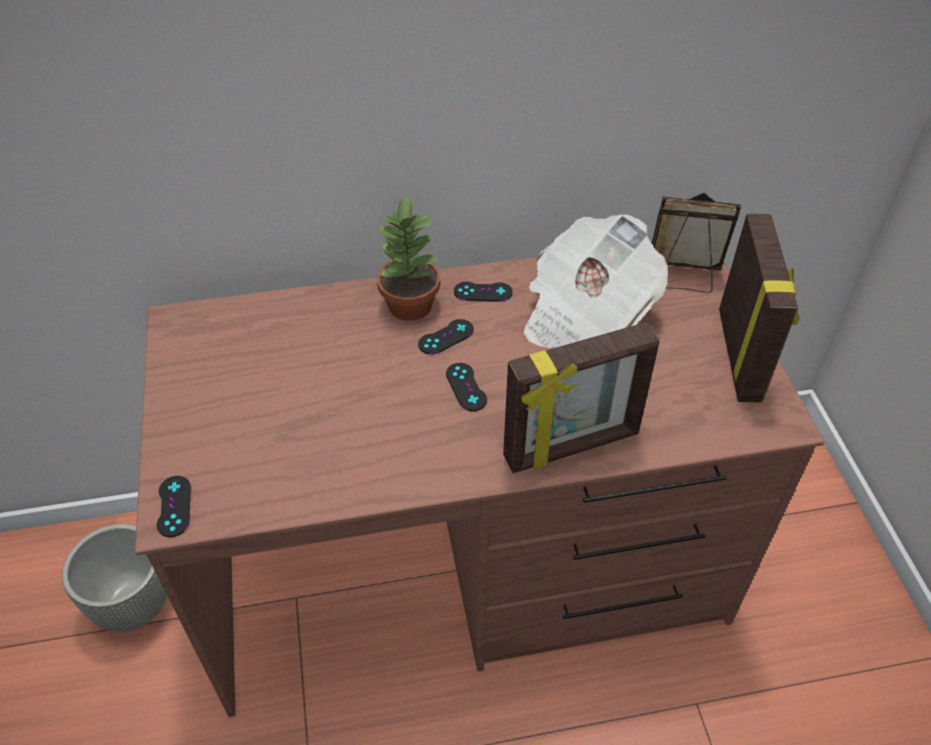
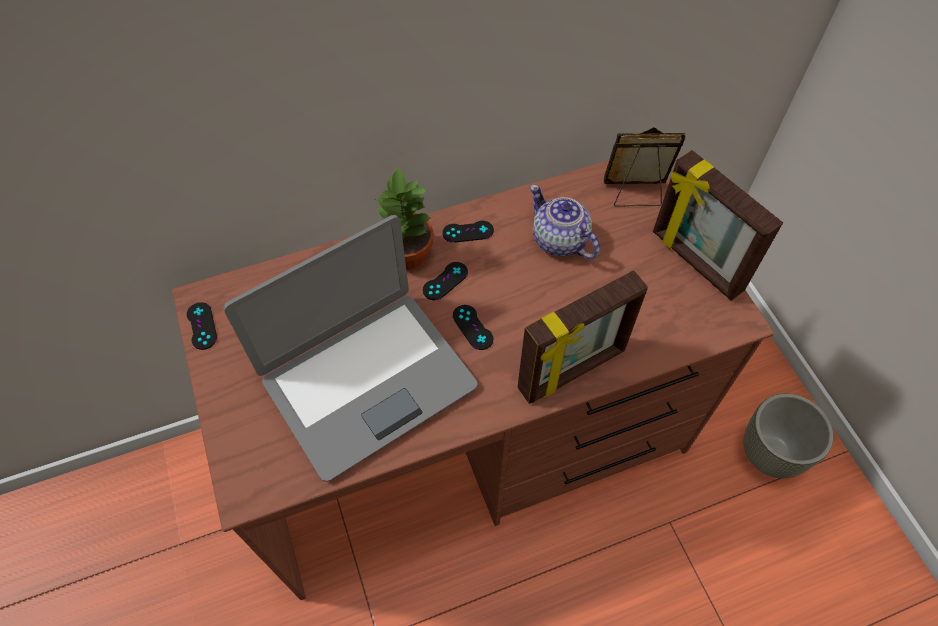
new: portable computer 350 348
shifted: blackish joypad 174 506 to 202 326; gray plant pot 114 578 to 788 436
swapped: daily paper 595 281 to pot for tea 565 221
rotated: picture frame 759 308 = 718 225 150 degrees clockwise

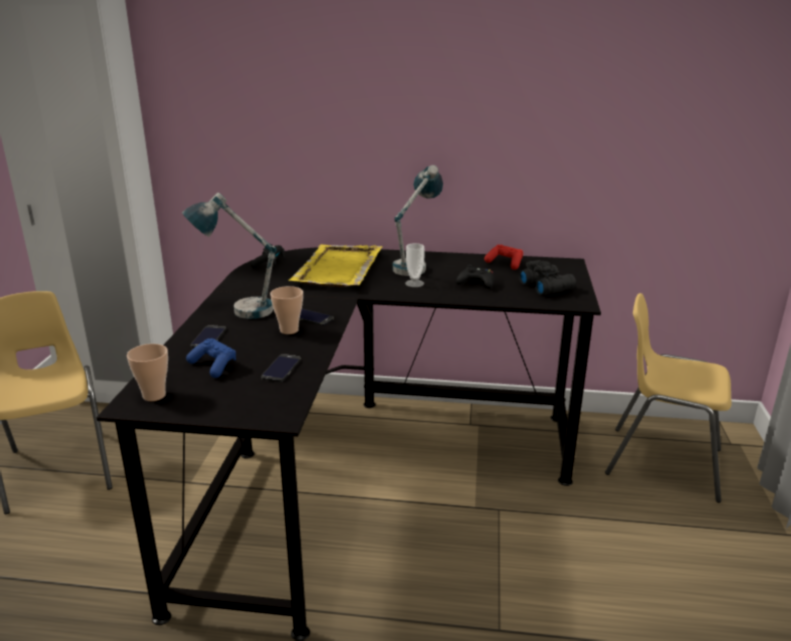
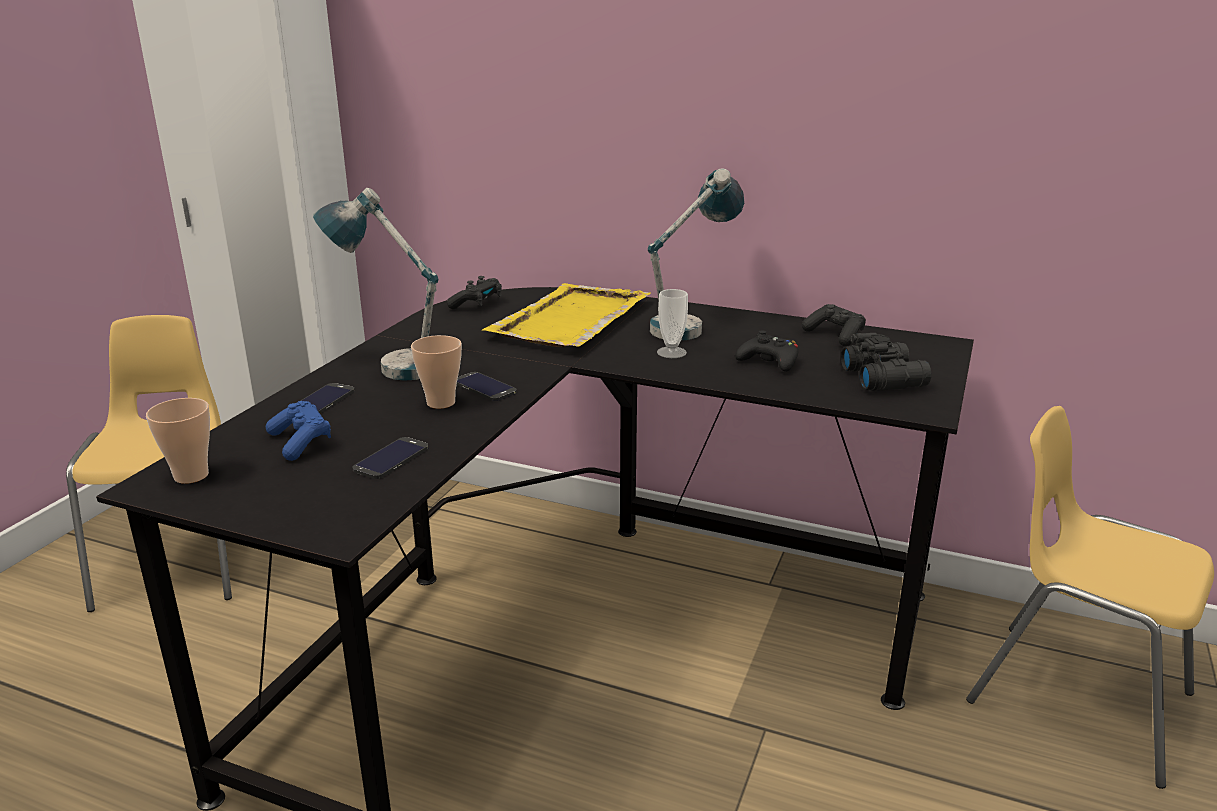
repainted: red-coloured joypad 503 257 to blackish joypad 834 325

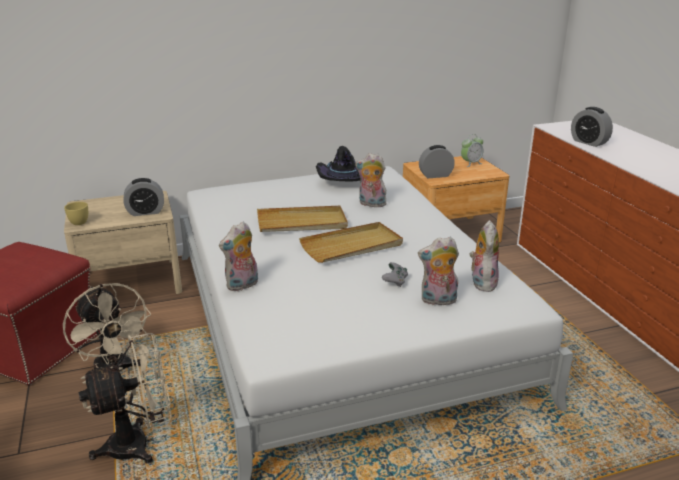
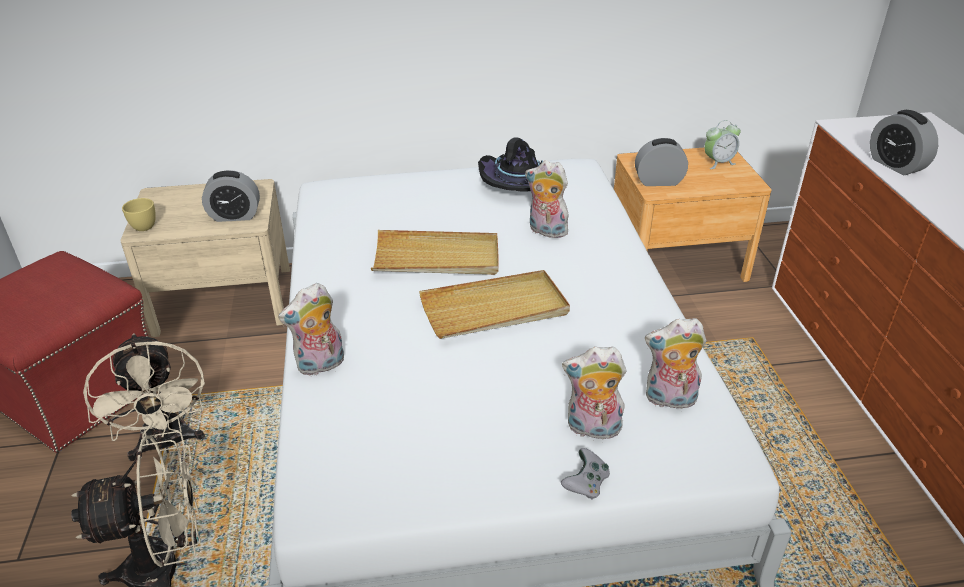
shifted: gray joypad 395 274 to 585 474
rotated: cuddly toy 484 256 = 675 363 105 degrees counterclockwise

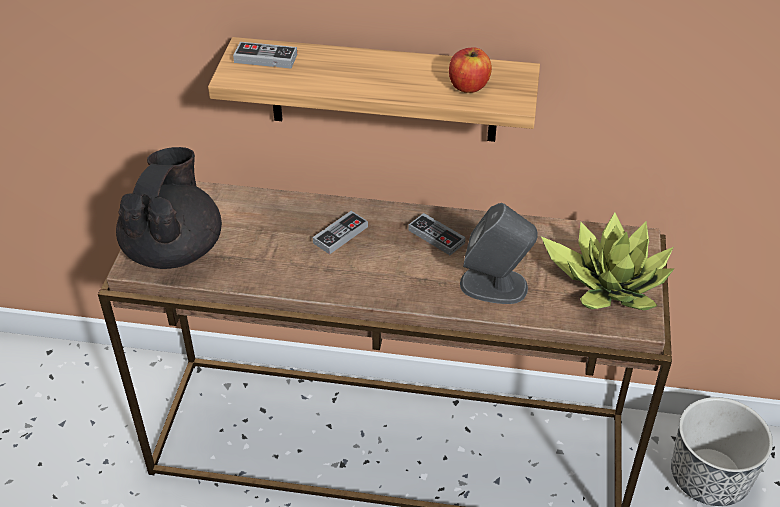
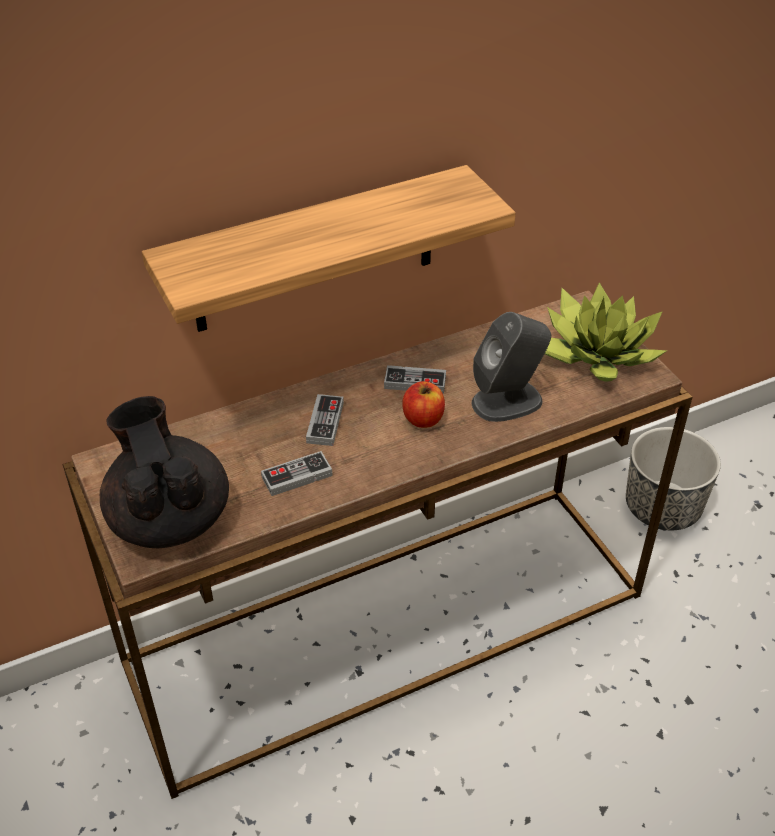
shifted: joypad 265 55 to 297 473; whole apple 470 70 to 423 404

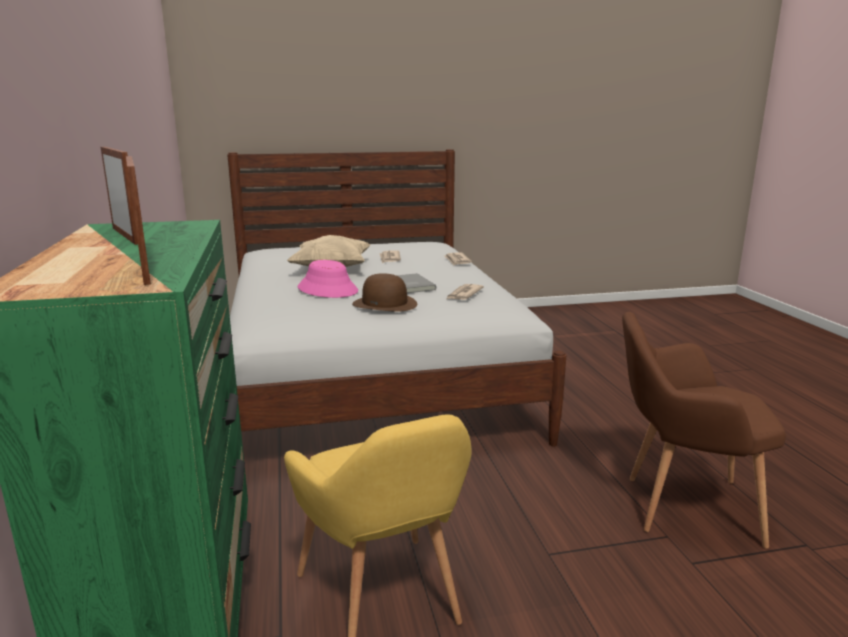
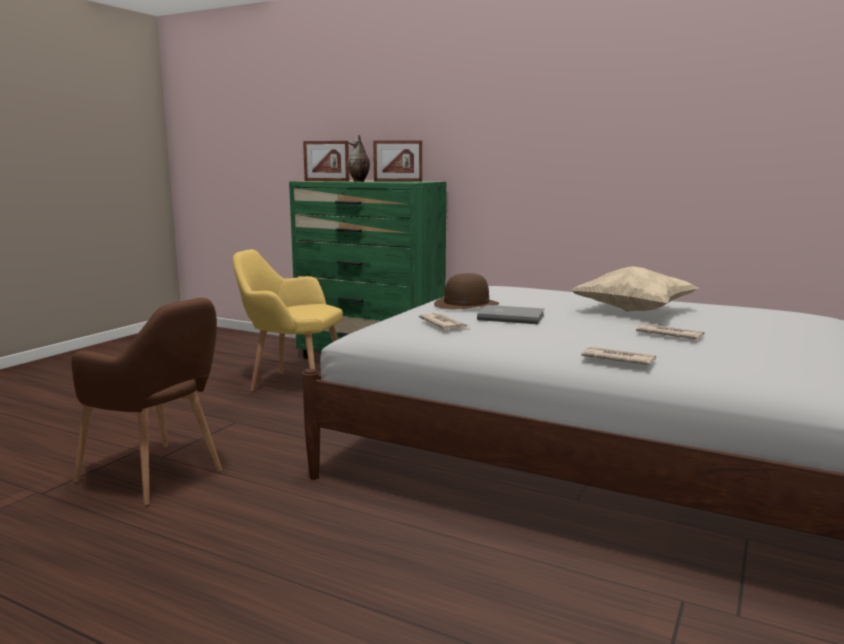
gone: pinkish hat 328 279
new: flower vase 359 158
rotated: brownish armchair 704 430 = 146 402 75 degrees clockwise

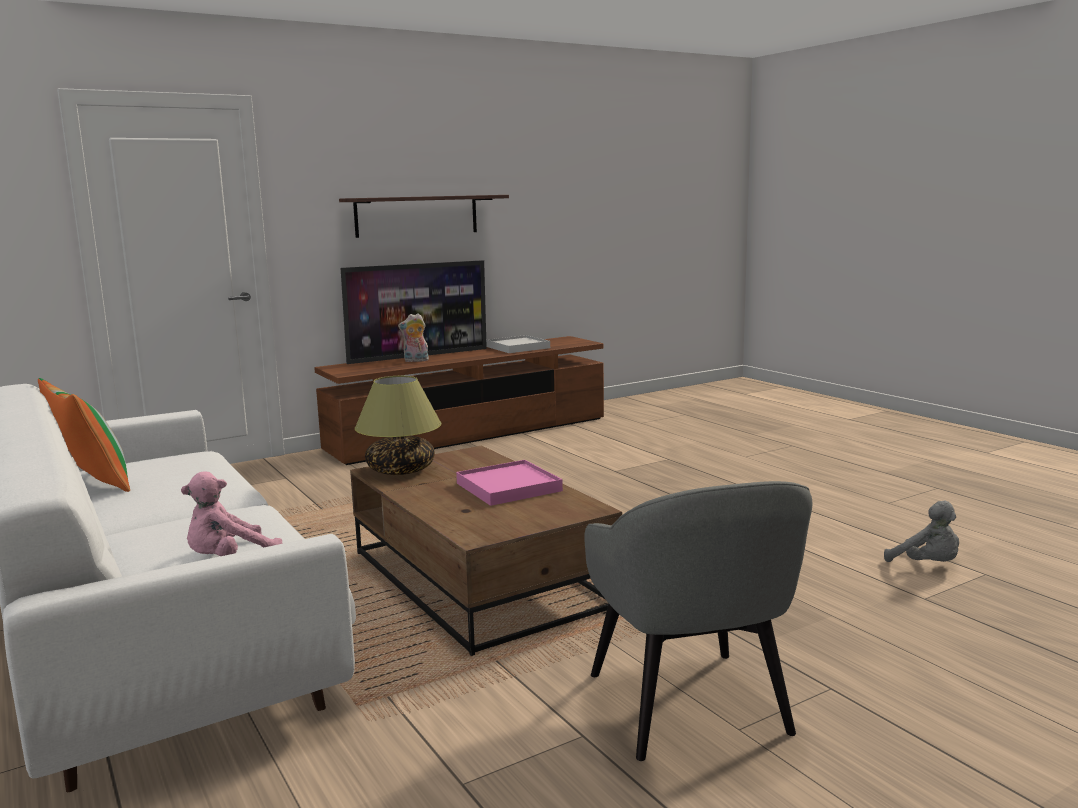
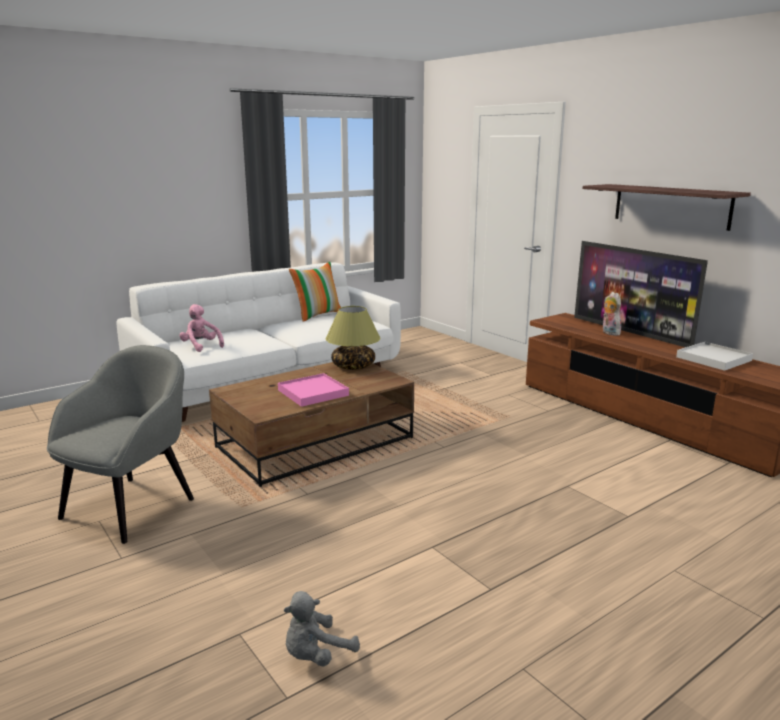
rotated: gray armchair 698 621 = 120 444 135 degrees clockwise

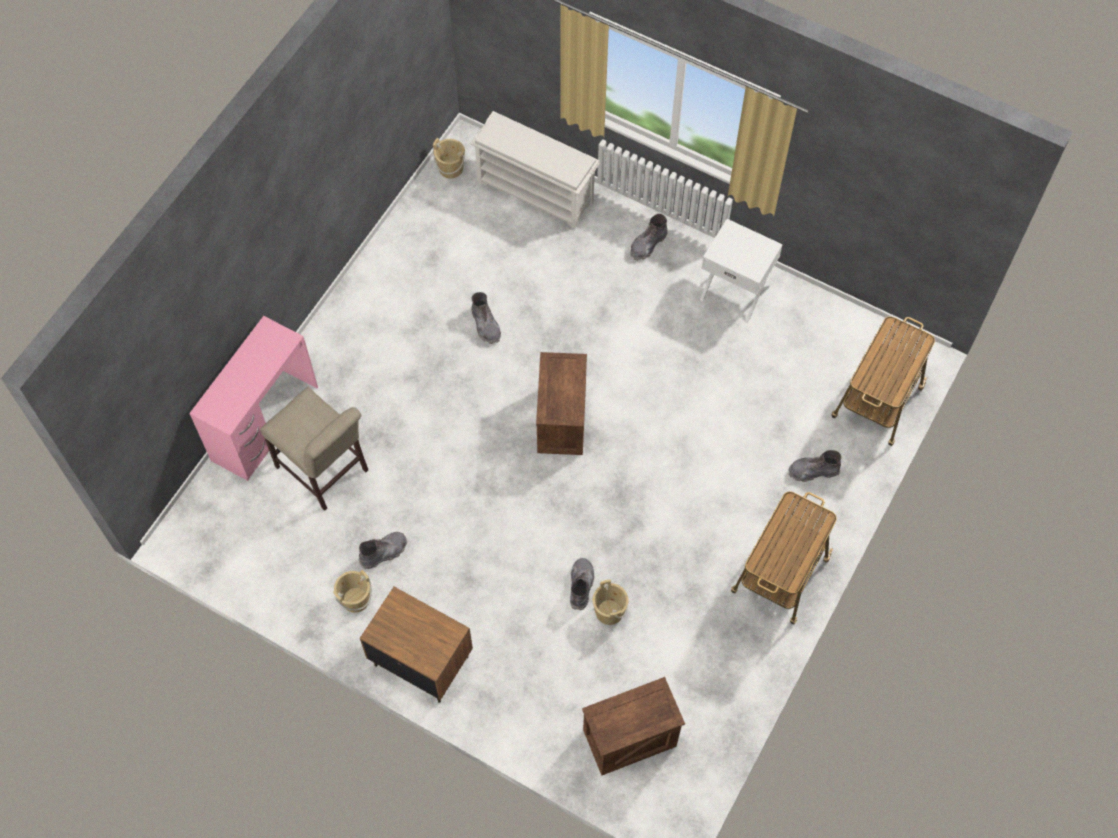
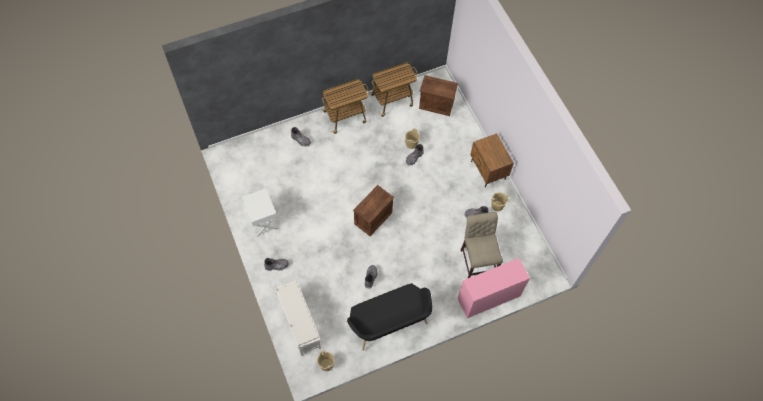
new: blackish indoor bench 389 316
shifted: cart 883 381 to 393 90

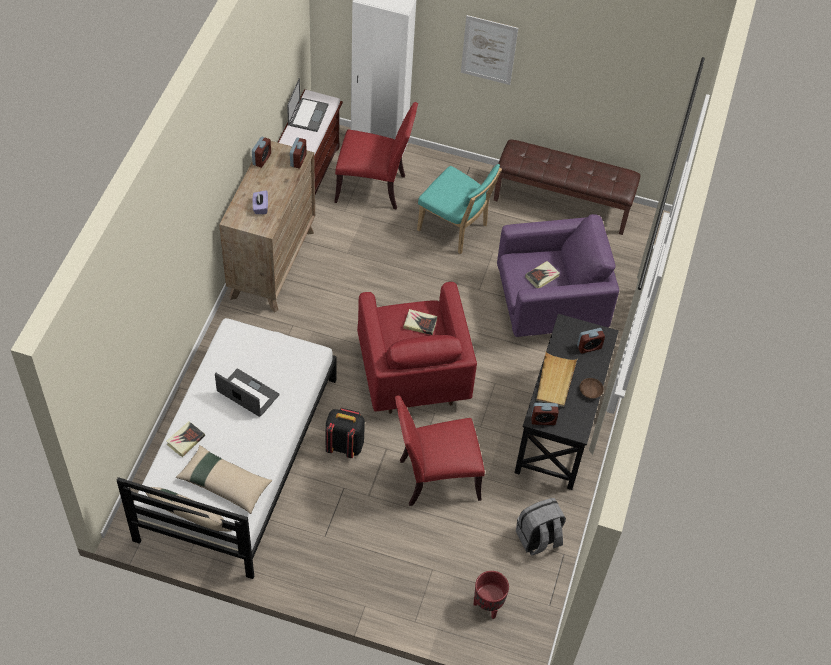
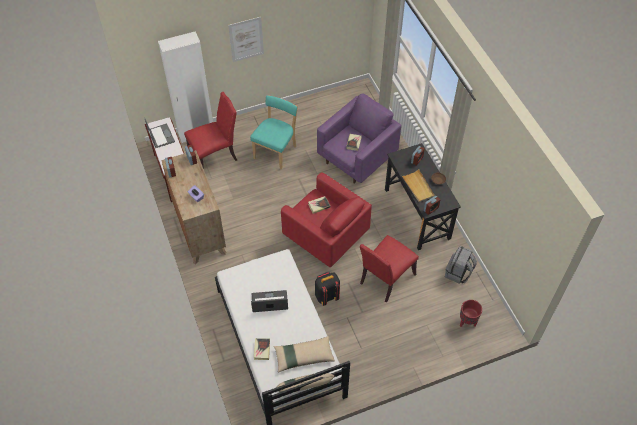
gone: brownish indoor bench 567 187
rotated: turquoise plain chair 459 209 = 274 132 60 degrees counterclockwise

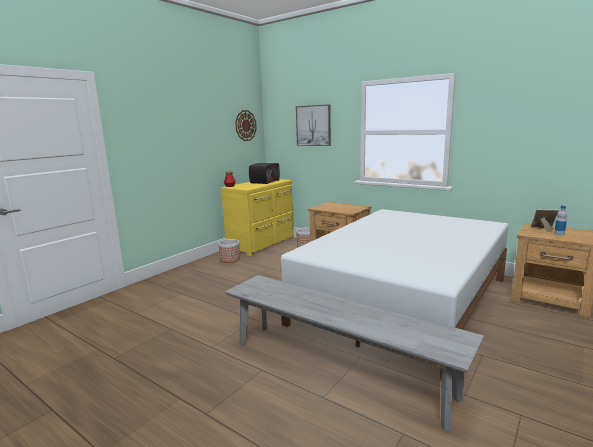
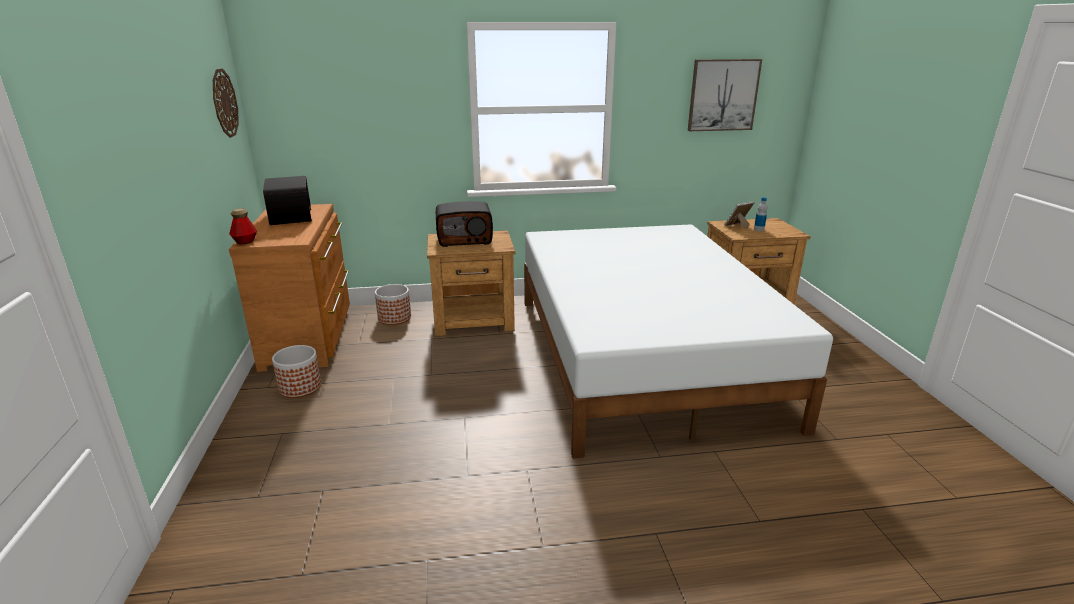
gone: gray indoor bench 354 353
new: radio set 464 224
shifted: wall picture 313 125 to 725 95
repainted: yellow drawer chest 257 217 to brownish drawer chest 289 288

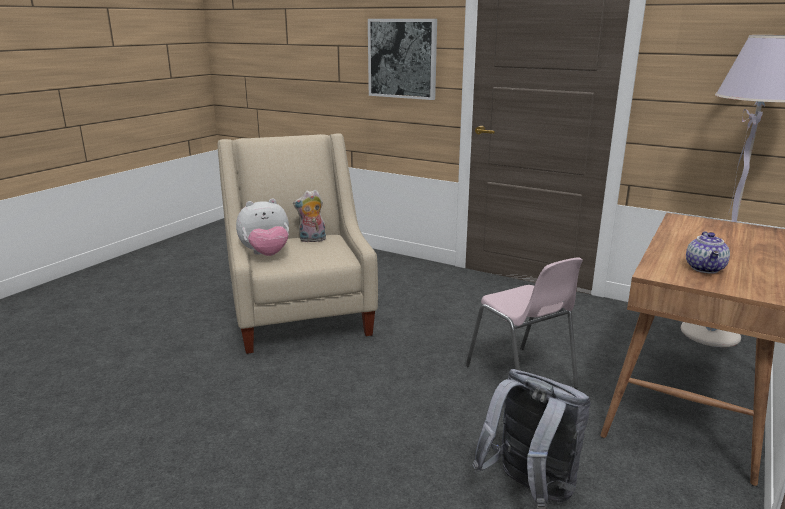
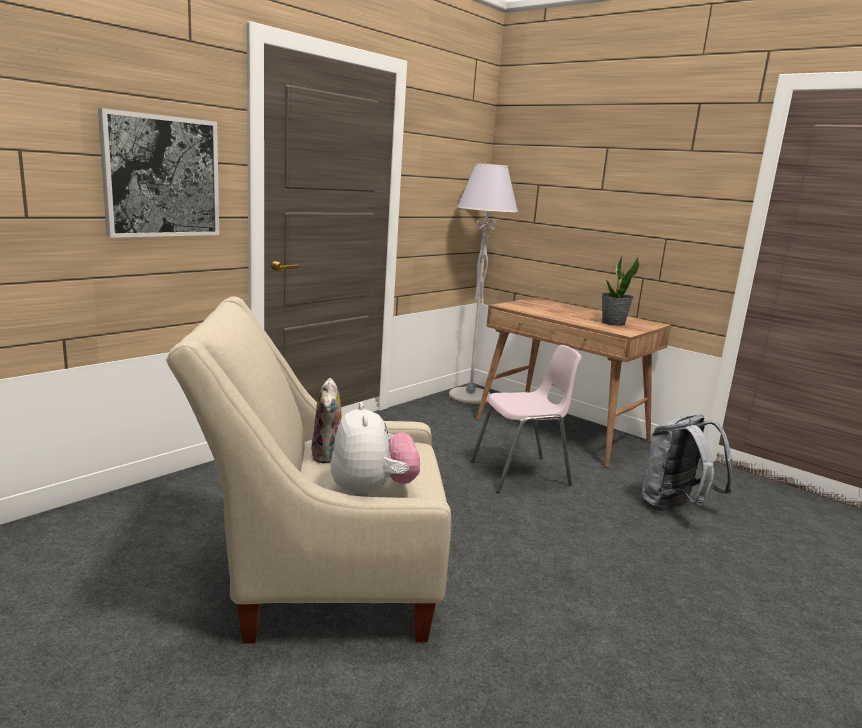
swapped: pot for tea 708 252 to houseplant 620 290

